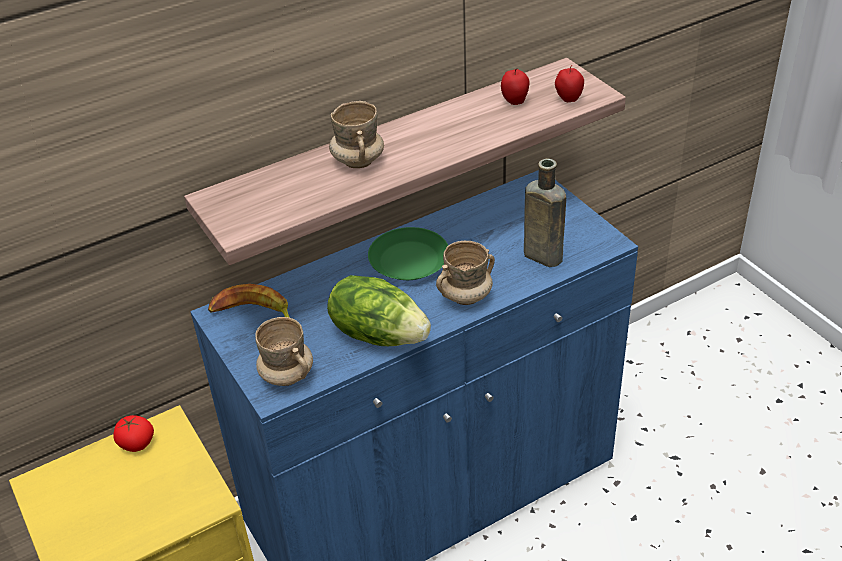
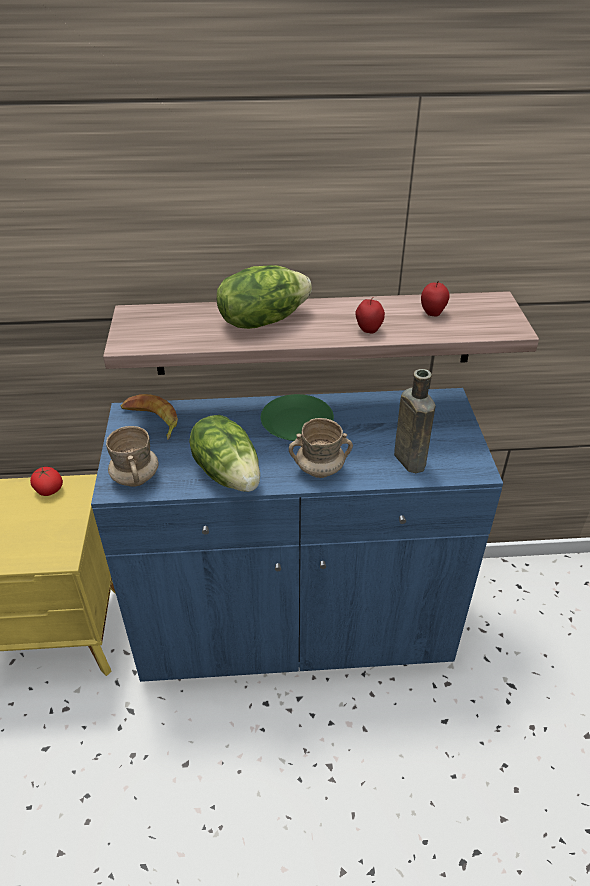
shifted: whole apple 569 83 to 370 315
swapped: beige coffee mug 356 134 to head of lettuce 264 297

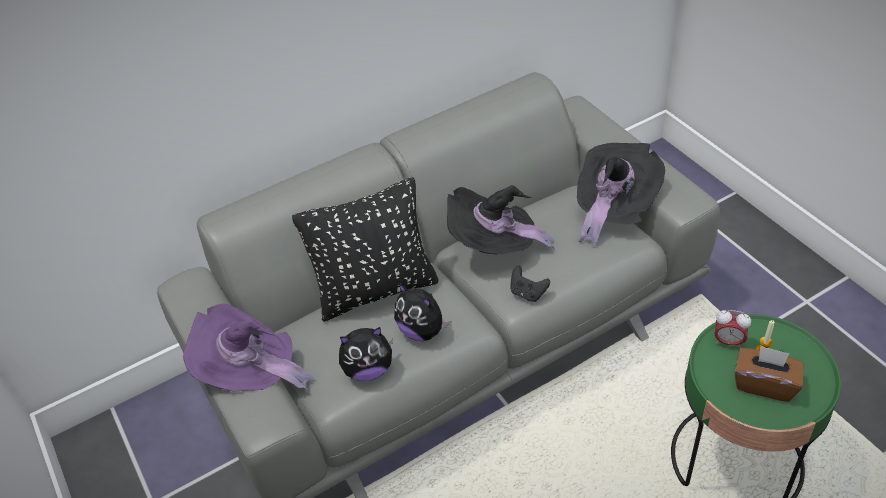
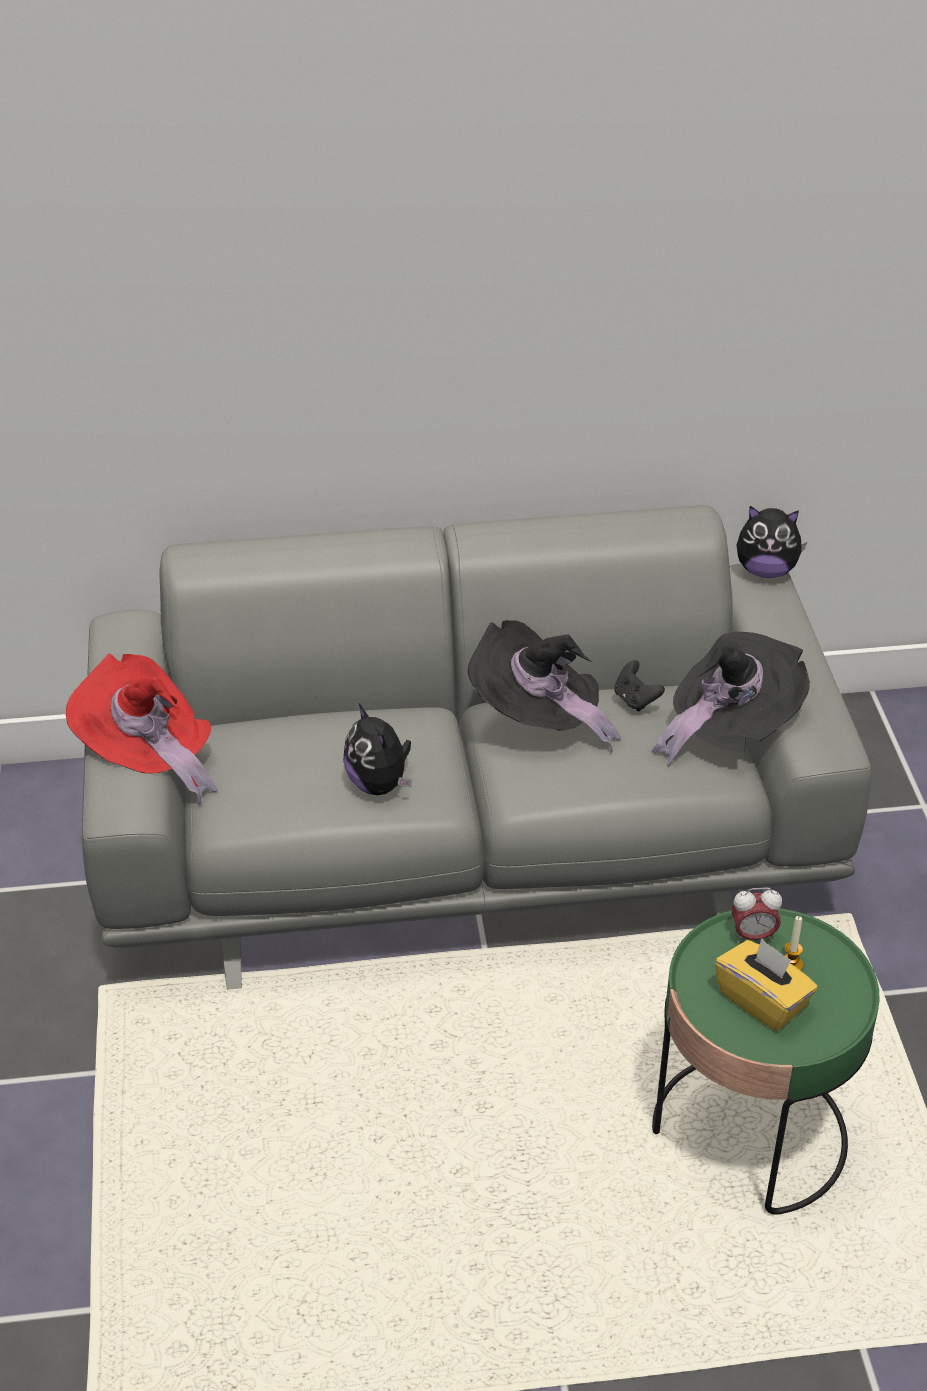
gone: blackish throw pillow 365 249
shifted: blackish joypad 530 284 to 639 686; cuddly toy 366 354 to 772 542
repainted: purple hat 249 349 to red-coloured hat 142 729; brownish box of tissues 769 374 to yellow box of tissues 766 984
rotated: bedside clock 732 329 = 757 915 45 degrees counterclockwise

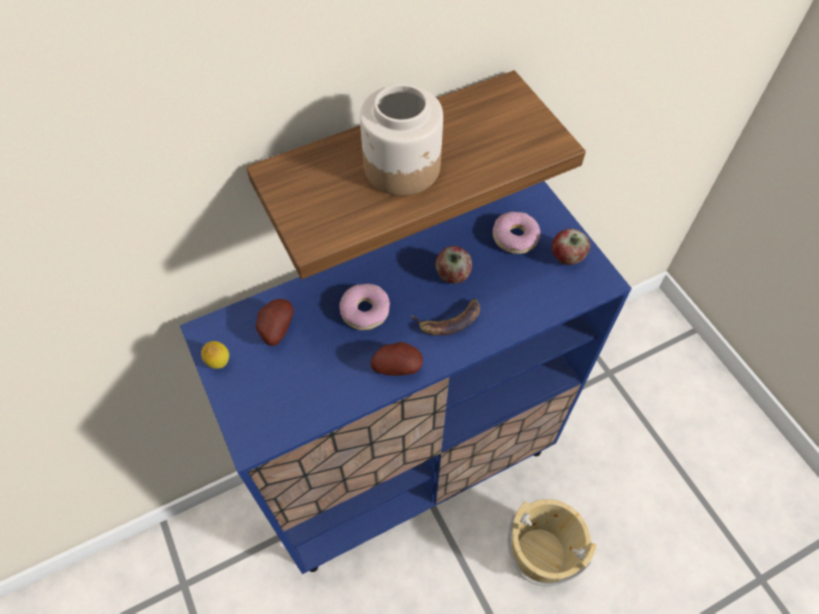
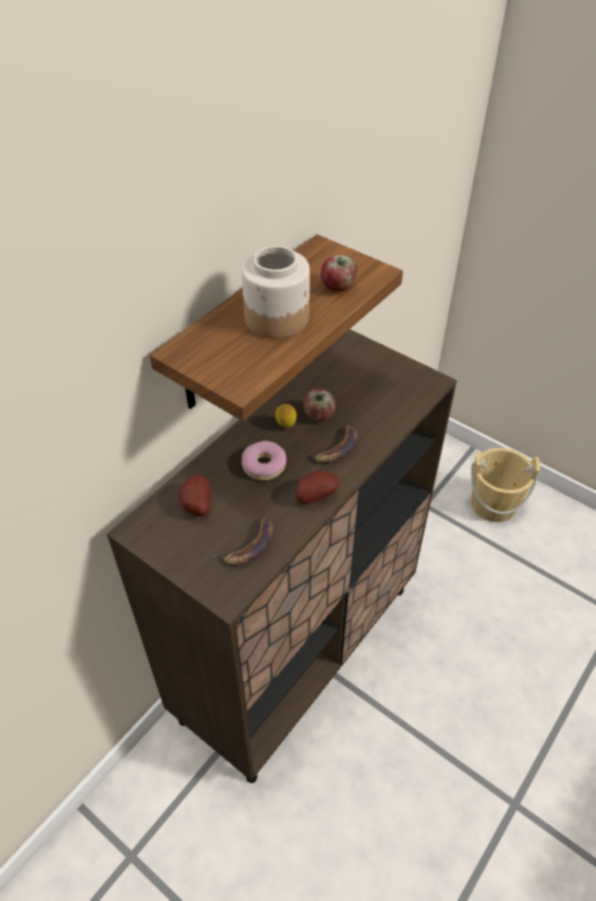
gone: donut 517 233
new: banana 242 541
shifted: whole apple 571 246 to 339 273; lemon 215 355 to 286 416; beige pail 551 542 to 505 485
repainted: blue-coloured storage cabinet 406 377 to brownish storage cabinet 282 556

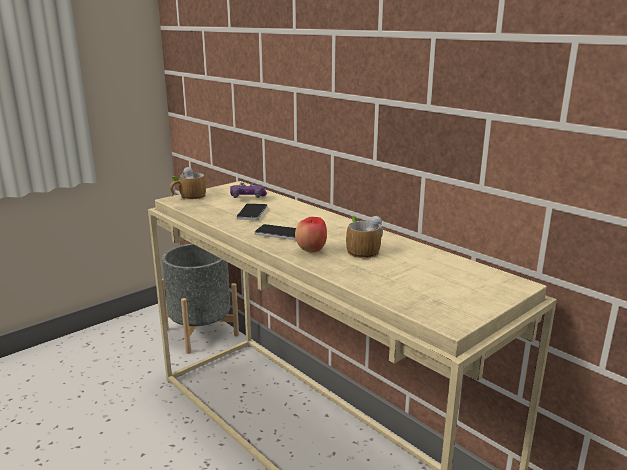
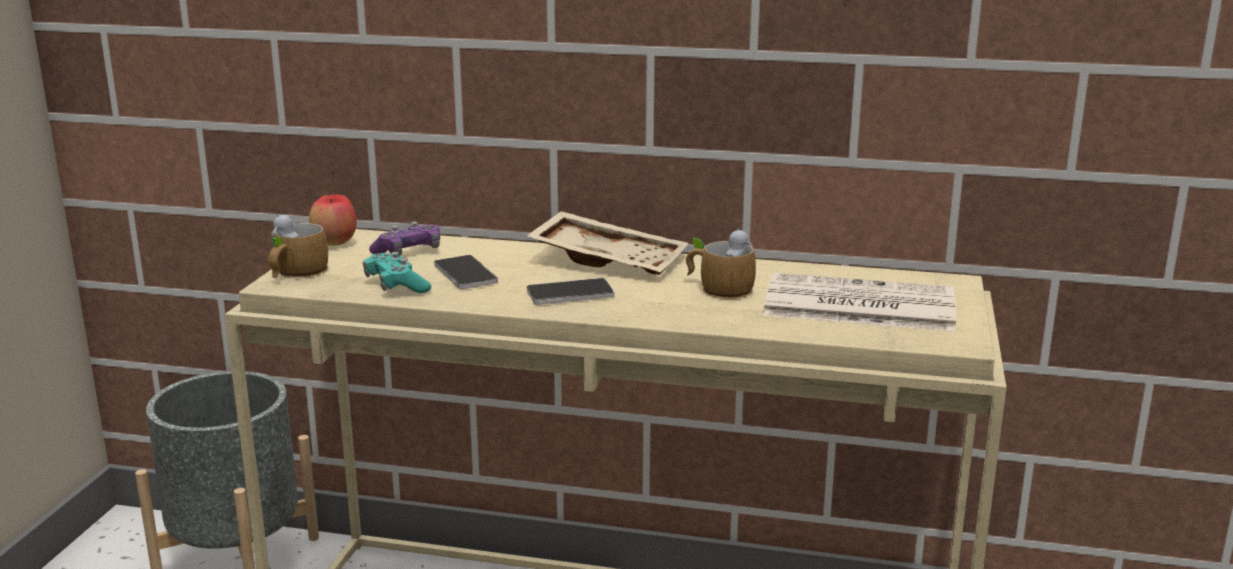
new: beige tray 608 243; turquoise joypad 397 272; daily paper 859 302
shifted: whole apple 311 234 to 333 220

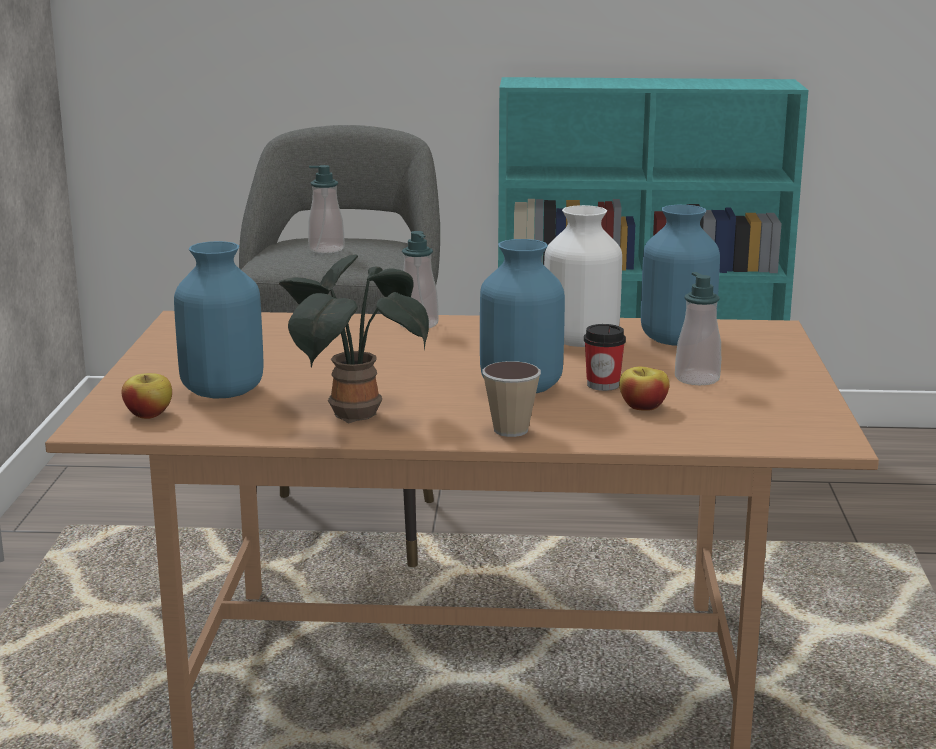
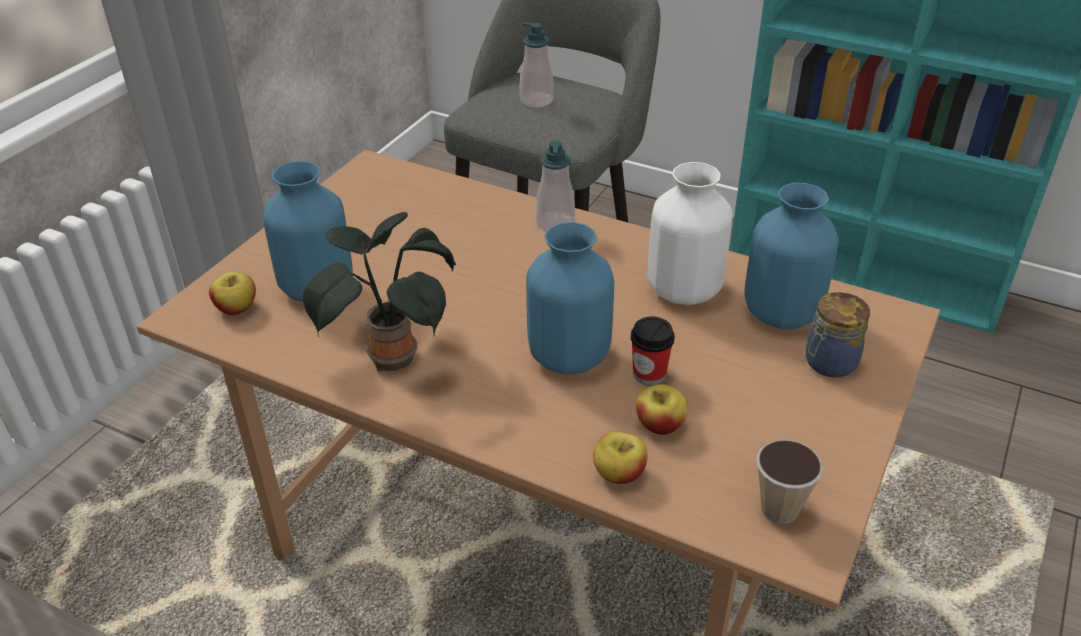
gone: liquid soap bottle 698 328
new: storage jar 838 335; whole apple 620 458
shifted: small cup 511 399 to 789 482

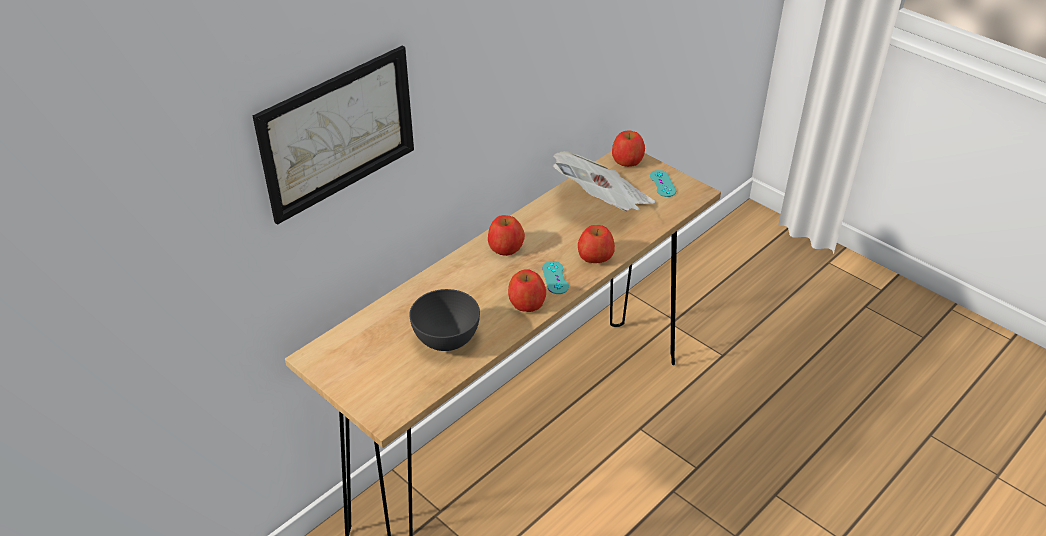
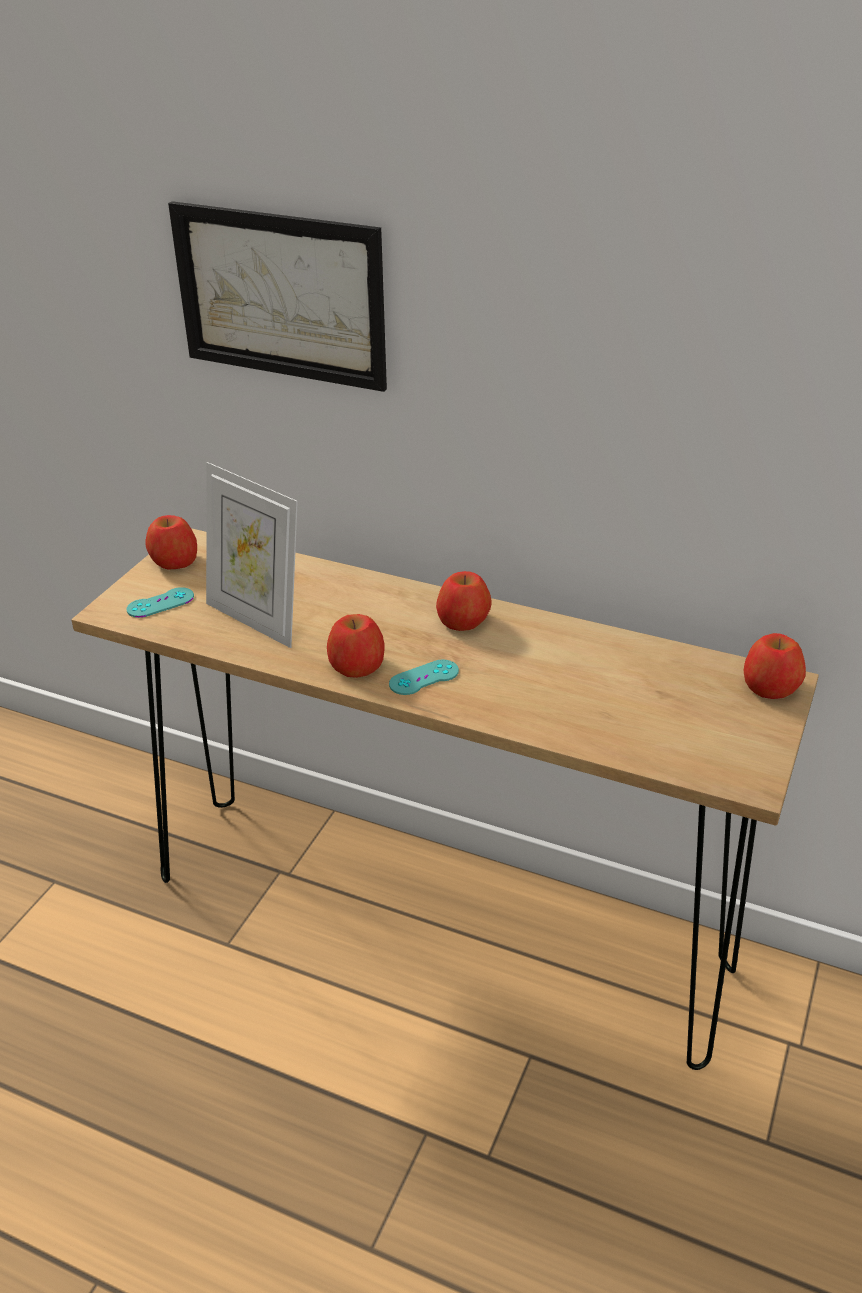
gone: daily paper 603 181
shifted: turquoise joypad 663 183 to 160 602; whole apple 596 244 to 171 542
swapped: gray bowl 444 320 to picture frame 252 555

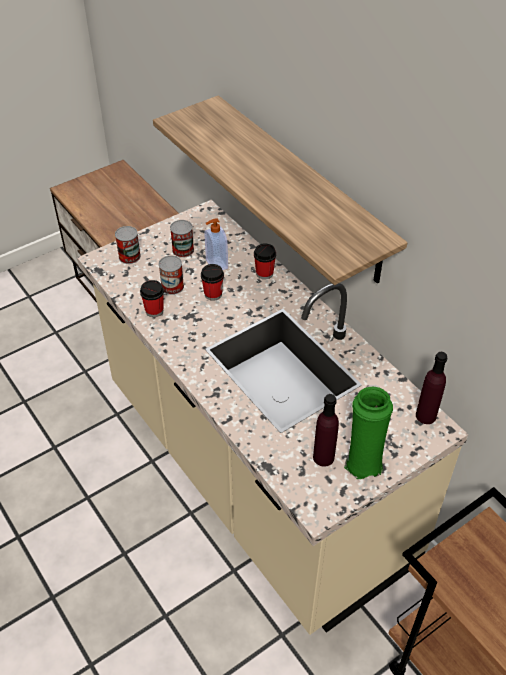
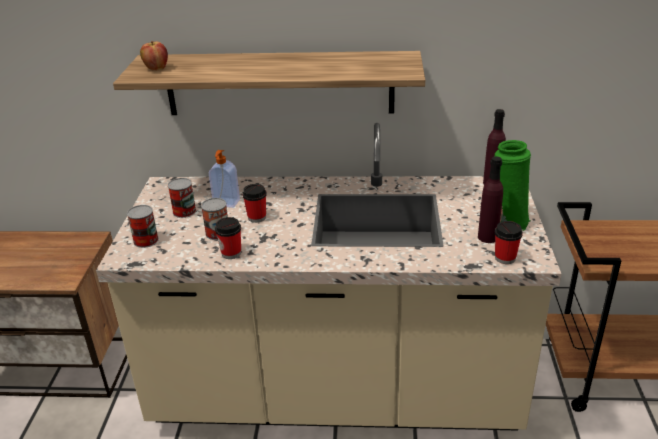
new: whole apple 154 56
shifted: small cup 265 261 to 509 242

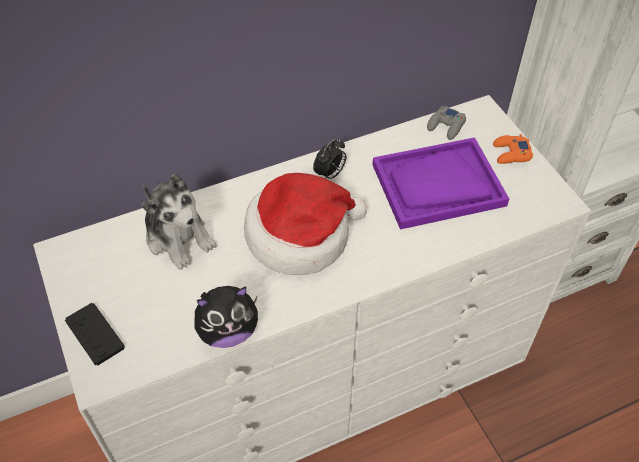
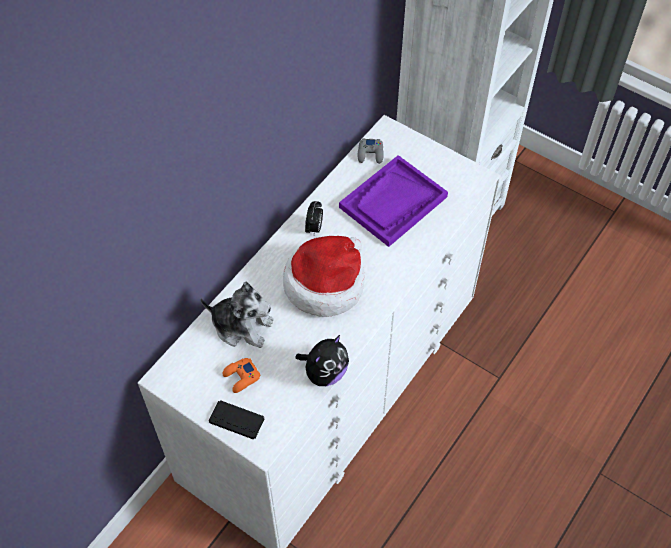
shifted: orange-coloured joypad 513 149 to 241 375

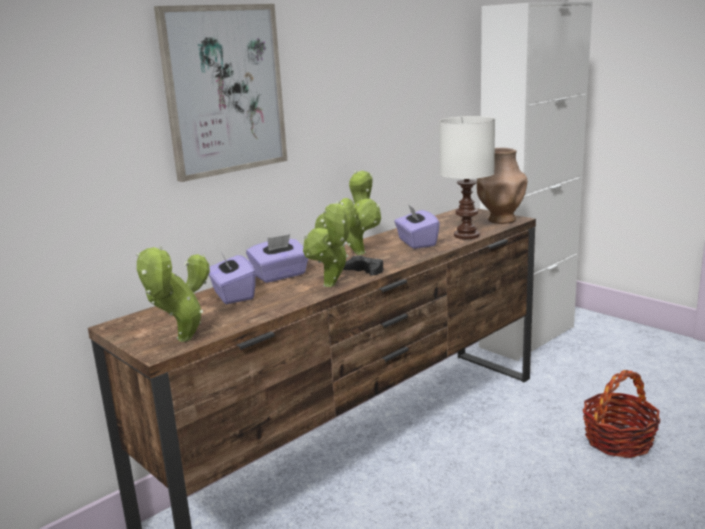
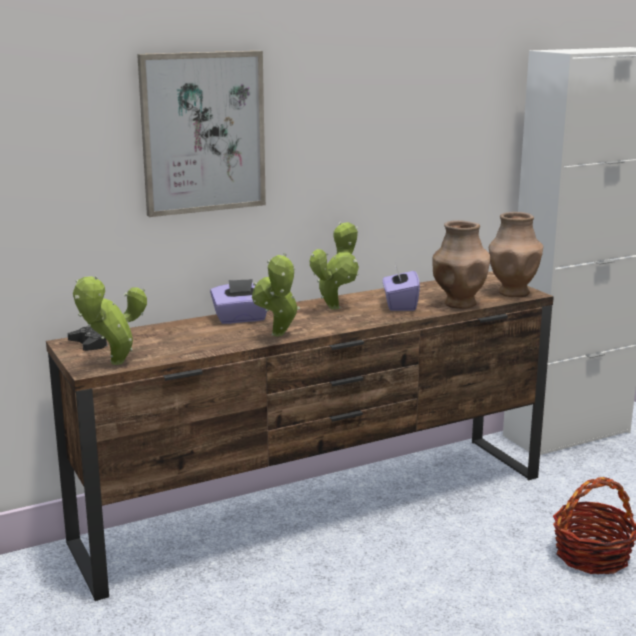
gone: purple box of tissues 232 278
shifted: blackish joypad 363 265 to 88 339
swapped: white-coloured tabletop lamp 467 177 to brownish flower vase 461 264

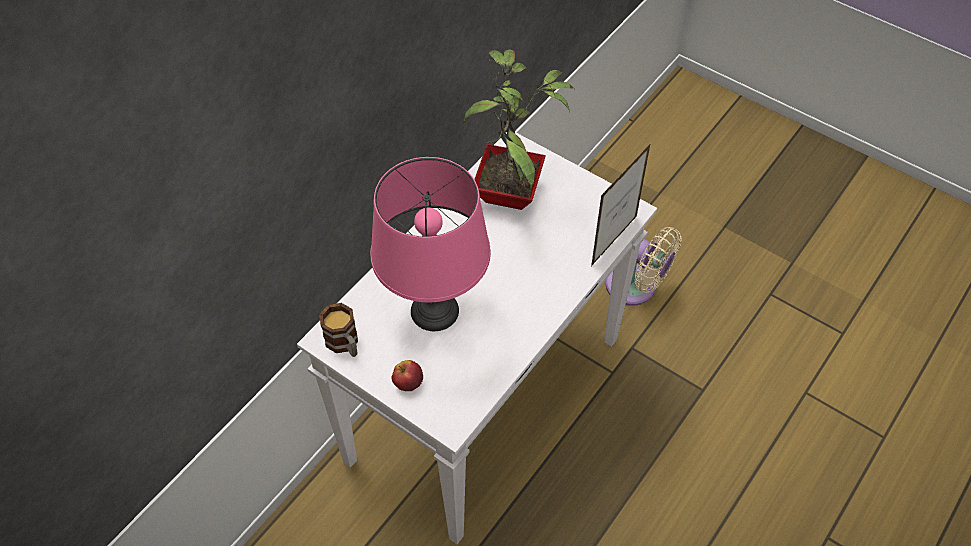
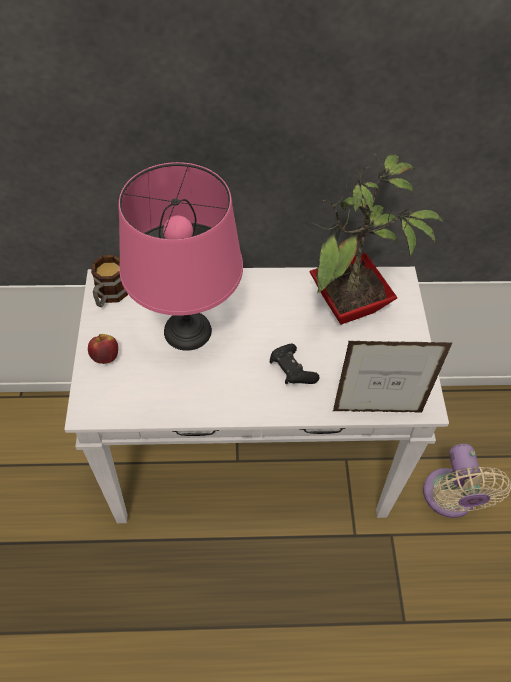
new: blackish joypad 294 364

